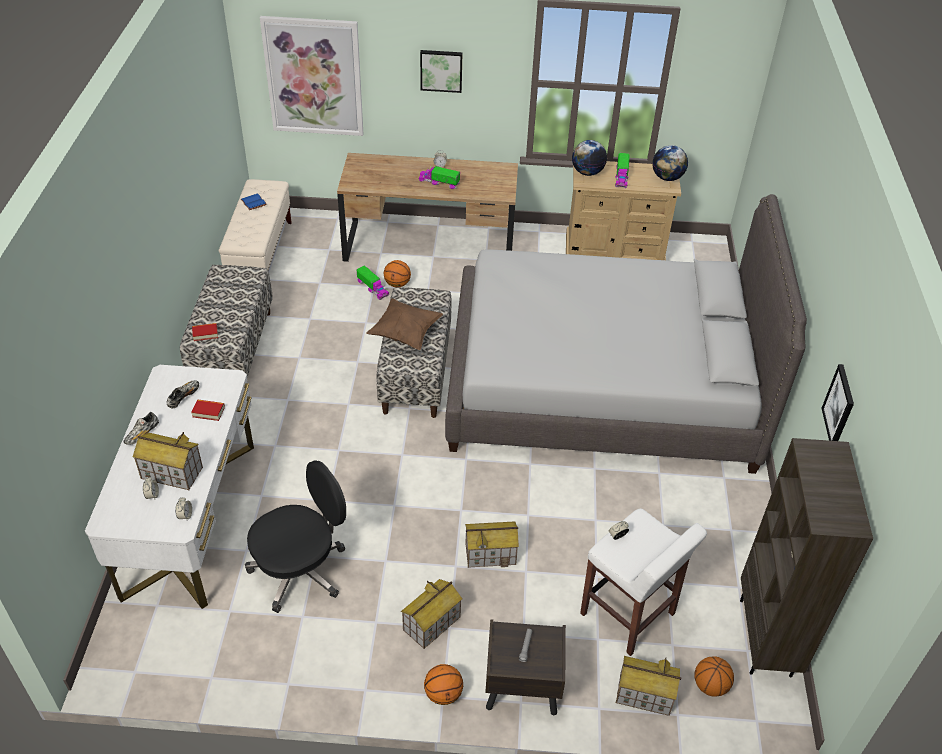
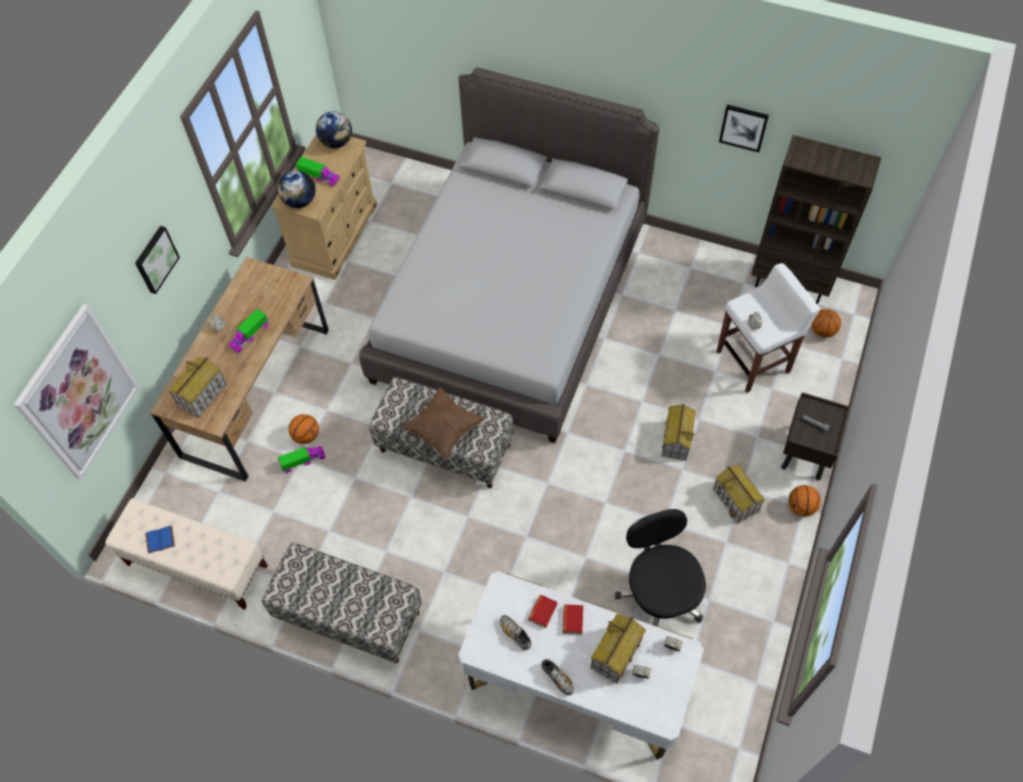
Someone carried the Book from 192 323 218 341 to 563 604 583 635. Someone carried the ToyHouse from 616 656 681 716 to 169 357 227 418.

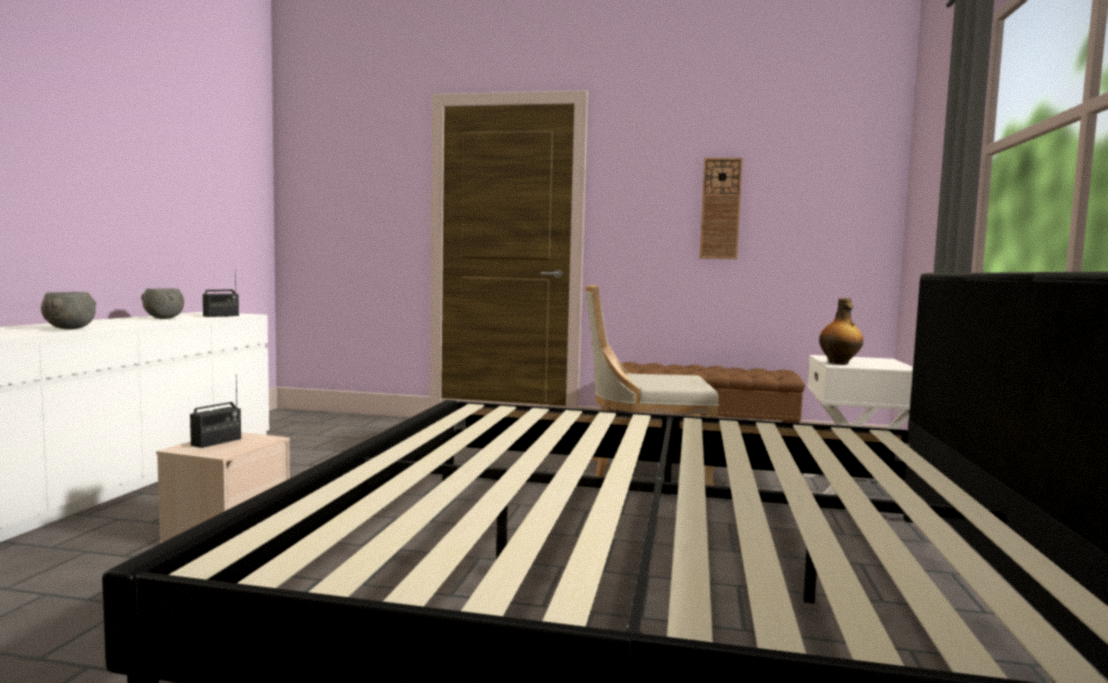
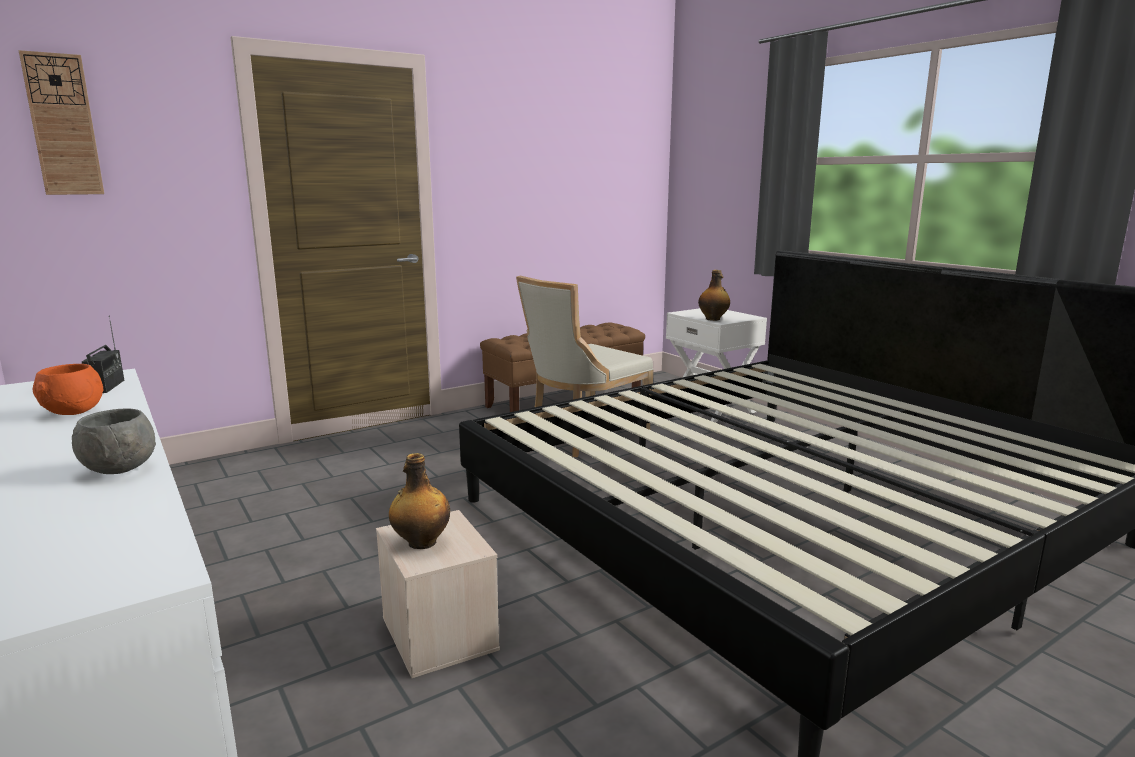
Someone carried the WallClock from 700 158 743 259 to 18 50 104 195. Someone repainted the GreyBowl at 141 288 184 319, which became the OrangeBowl at 33 364 103 415. Someone swapped the Radio at 190 374 241 448 for the Bottle at 389 453 450 549.

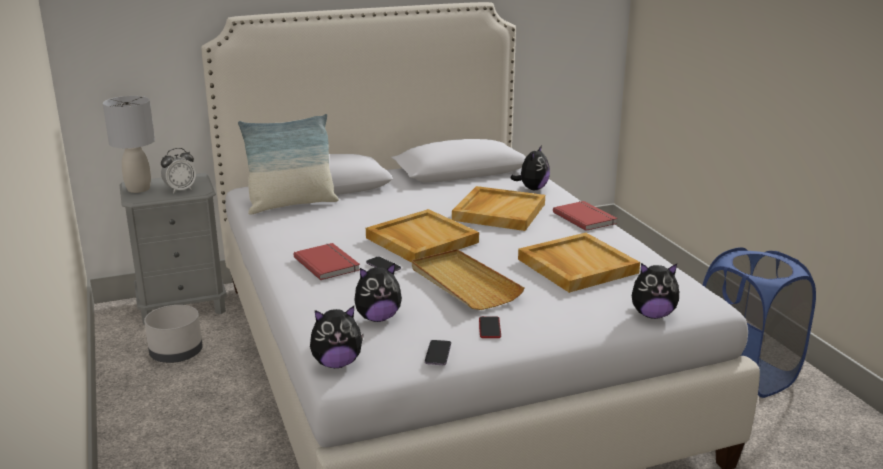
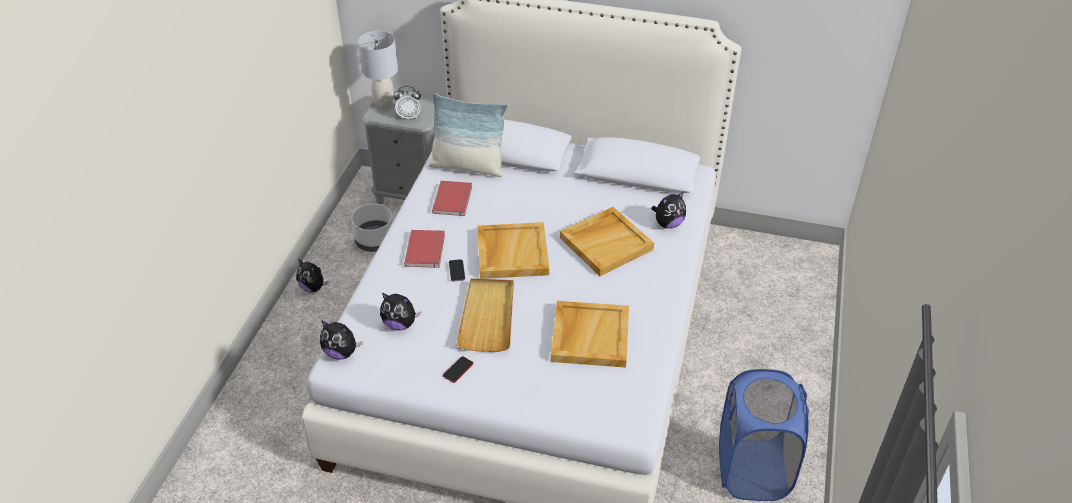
Someone carried the RedBook from 553 201 617 231 to 432 181 472 216. Someone carried the PlushToy from 632 263 680 319 to 296 259 328 292. Someone took away the Phone at 425 340 451 365.

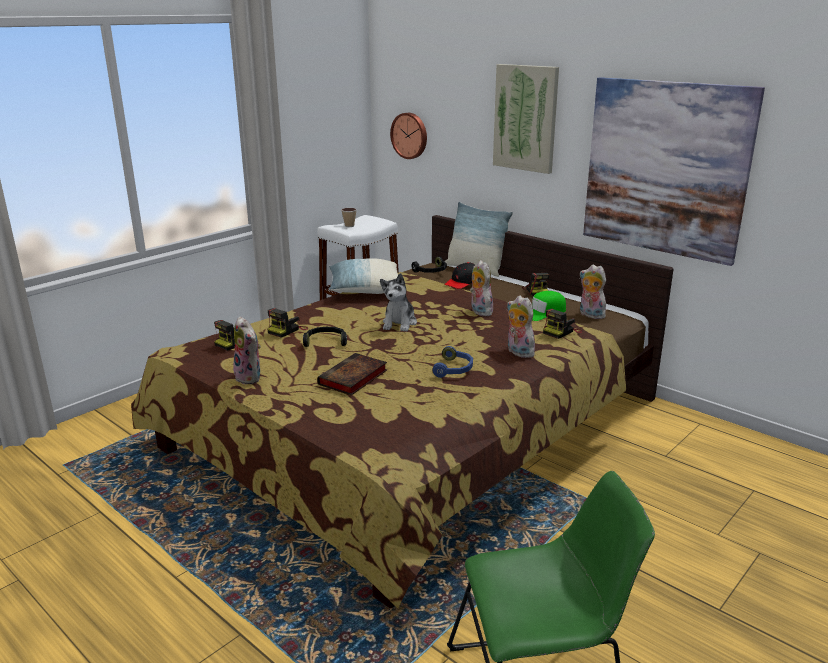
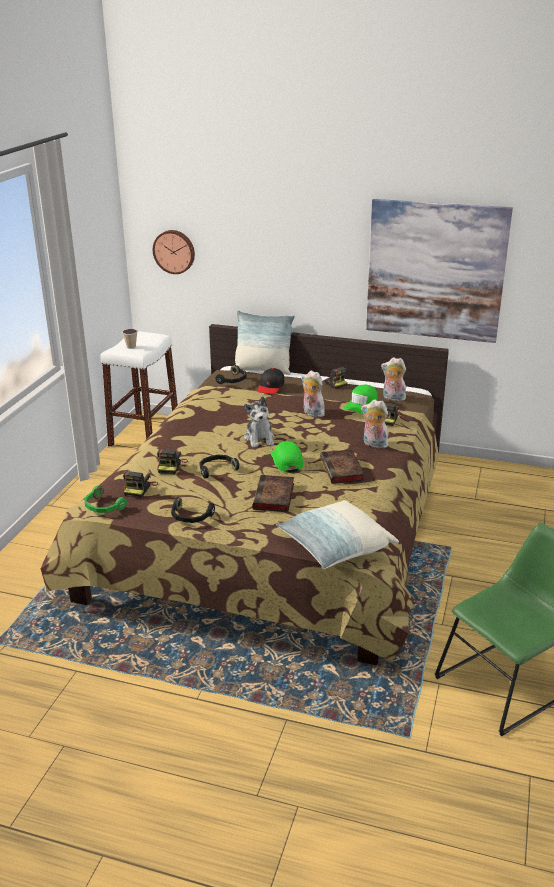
Someone took away the Picture at 493 64 559 174. Someone carried the Pillow from 329 258 398 294 to 276 500 399 569. Someone swapped the PlushToy at 232 316 261 384 for the BlackHeadphones at 171 497 215 523. Someone swapped the BlueHeadphones at 433 346 473 378 for the Book at 320 450 365 484. Someone put down the GreenCap at 270 441 303 472. Someone put down the GreenHeadphones at 85 486 127 513.

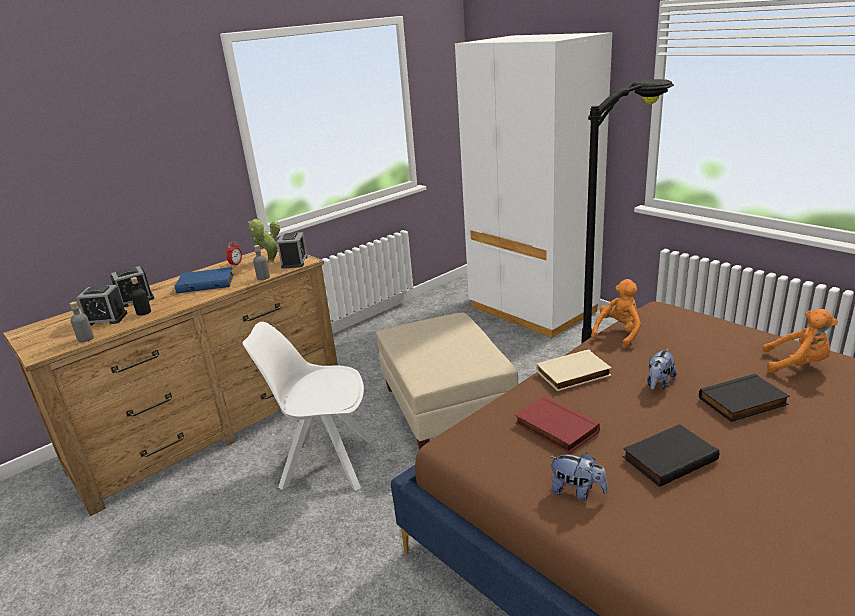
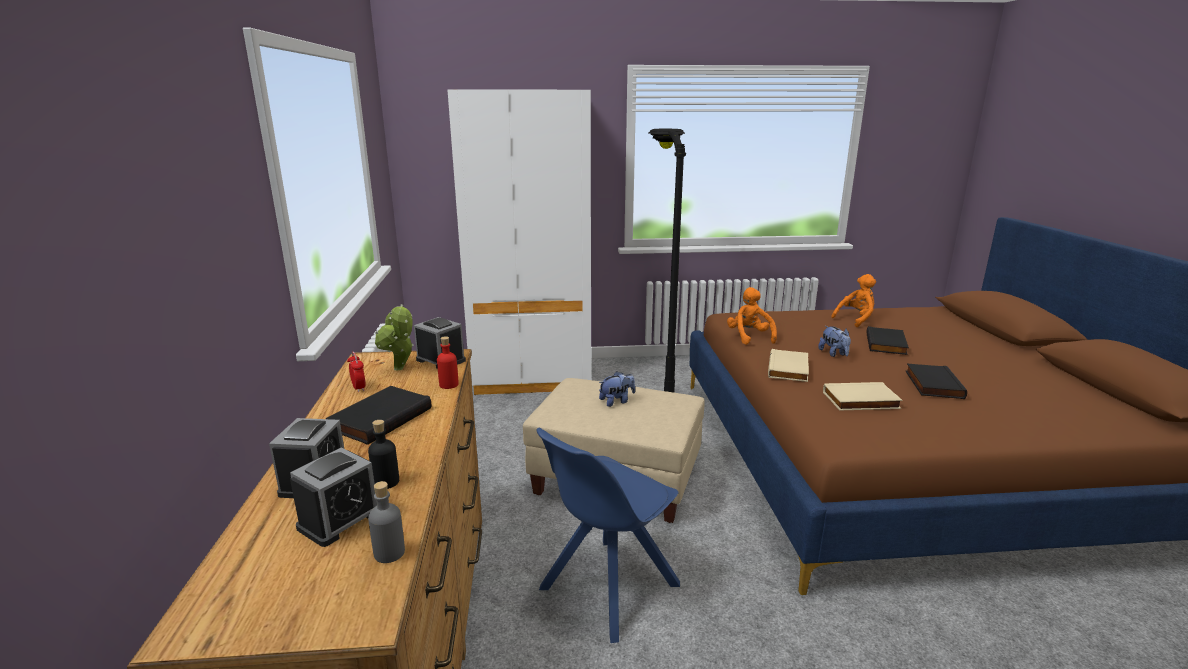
Someone repainted the GreyBottle at 253 245 270 280, which became the RedBottle at 437 336 459 389. Someone repainted the BlueBook at 175 267 234 293, which became the BlackBook at 326 386 432 445. Someone repainted the WhiteChair at 242 322 375 491, which became the BlueChair at 537 428 680 643. Someone repainted the RedBook at 515 396 600 454, which became the BeigeBook at 823 382 903 410. Someone carried the PlushToy from 549 452 608 501 to 599 371 635 407.

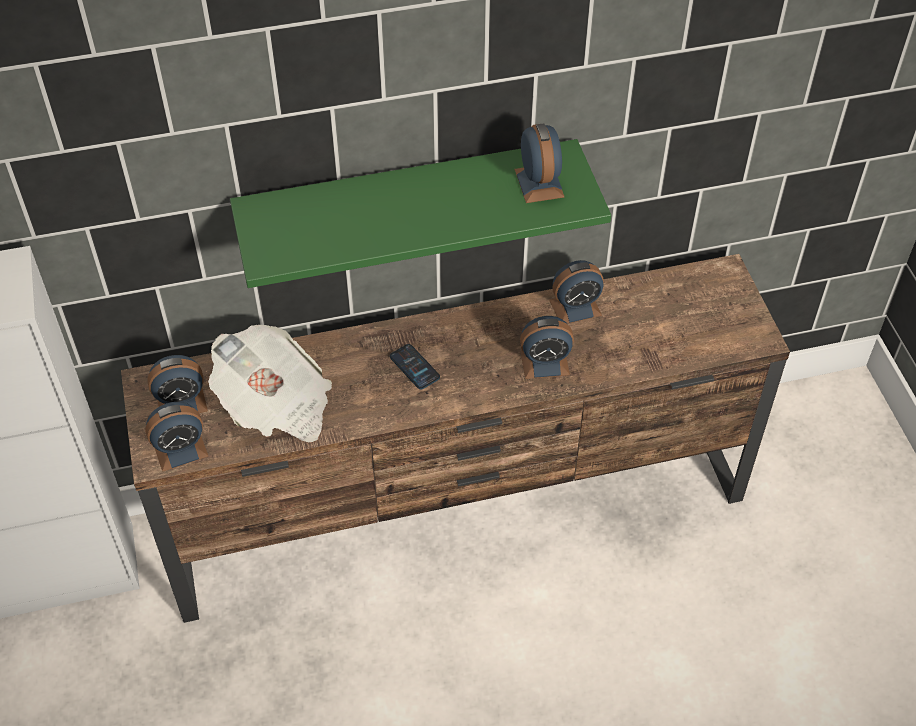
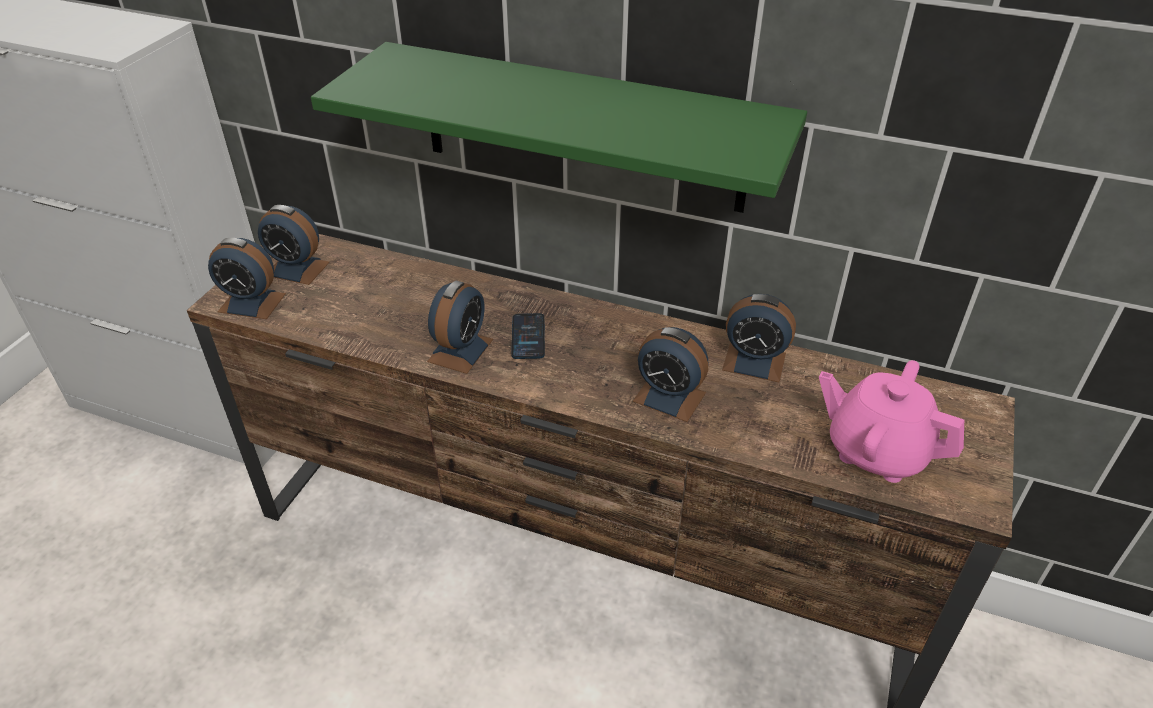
Someone carried the AlarmClock from 514 123 564 203 to 427 281 493 374. Someone took away the Newspaper at 208 325 332 442. Someone put down the PinkTeapot at 819 360 964 483.

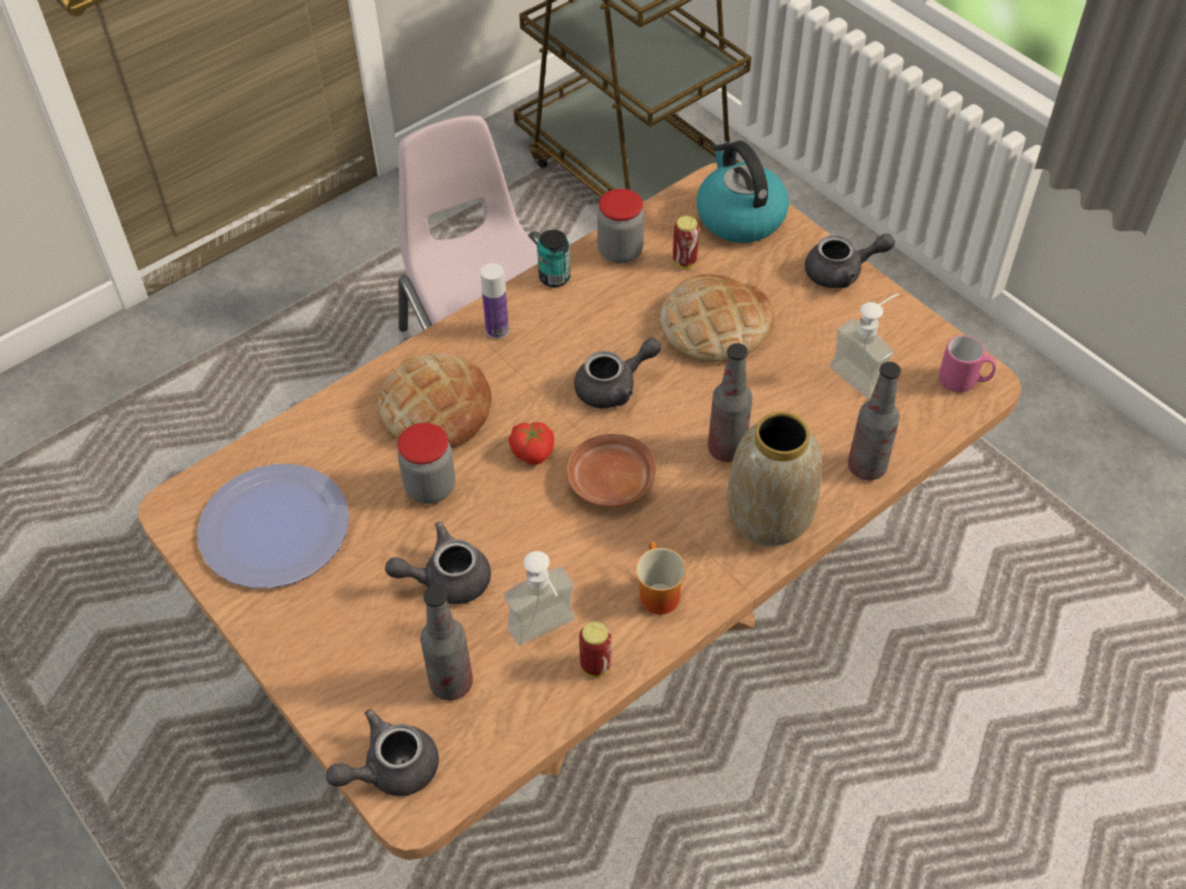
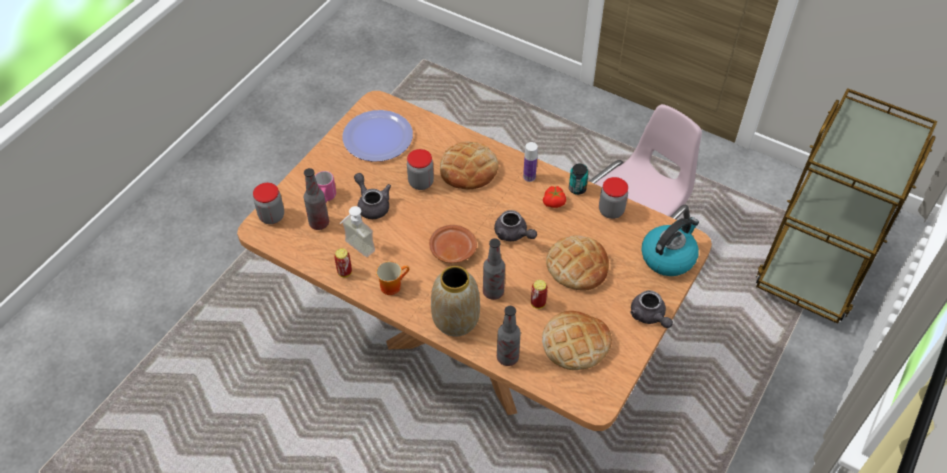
Someone carried the Can from 673 216 699 268 to 531 280 548 309. Someone swapped the SoapDispenser at 830 293 899 400 for the Bread at 542 311 612 370. Someone carried the PinkMug from 939 335 996 393 to 315 171 336 203. Someone carried the Tomato from 509 422 554 465 to 543 186 566 208. Someone swapped the GreyTeapot at 326 709 439 796 for the Jar at 253 183 284 224.

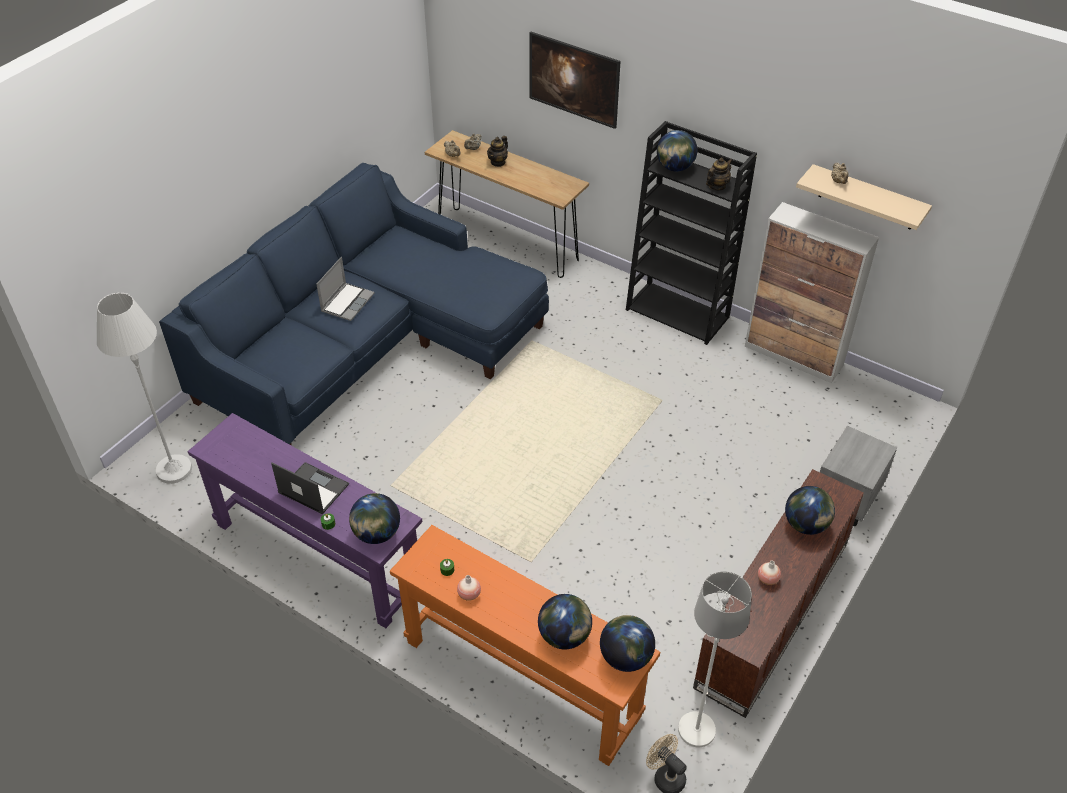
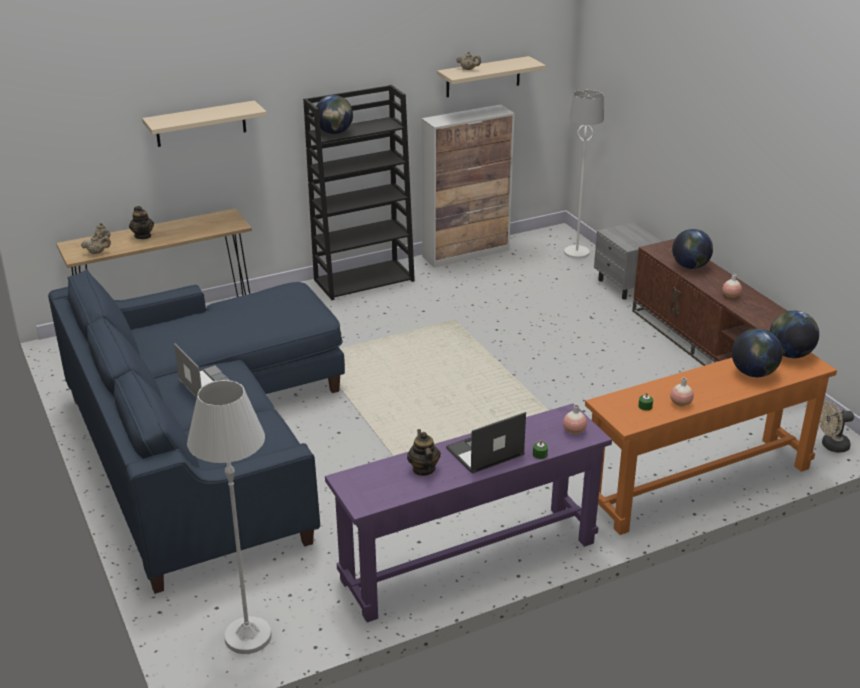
Someone swapped the Picture at 529 32 621 129 for the BeigeShelf at 142 100 267 147. Someone carried the Teapot from 706 157 732 190 to 407 429 441 476. Someone swapped the Globe at 349 493 400 544 for the Vase at 563 404 587 434. Someone carried the WhiteFloorLamp from 678 571 752 747 to 564 89 604 259.

